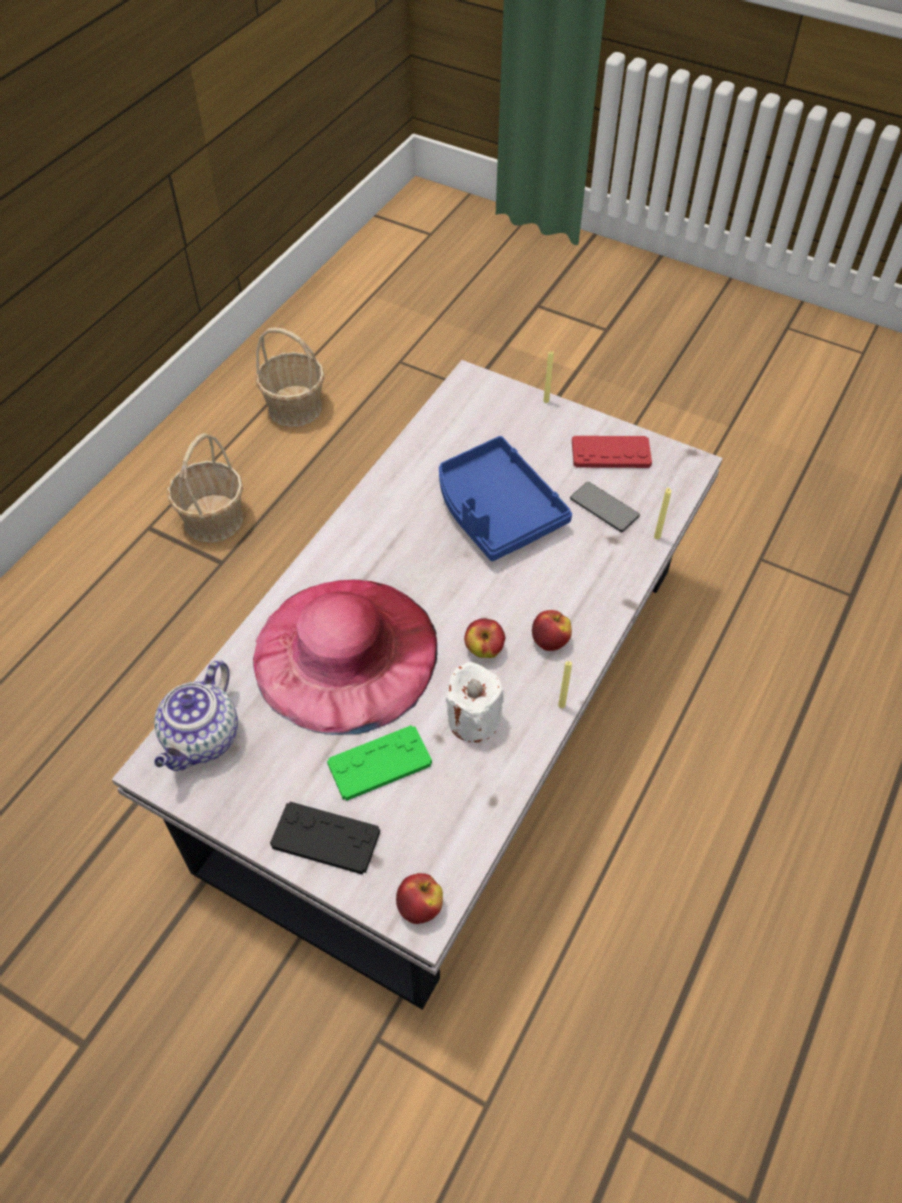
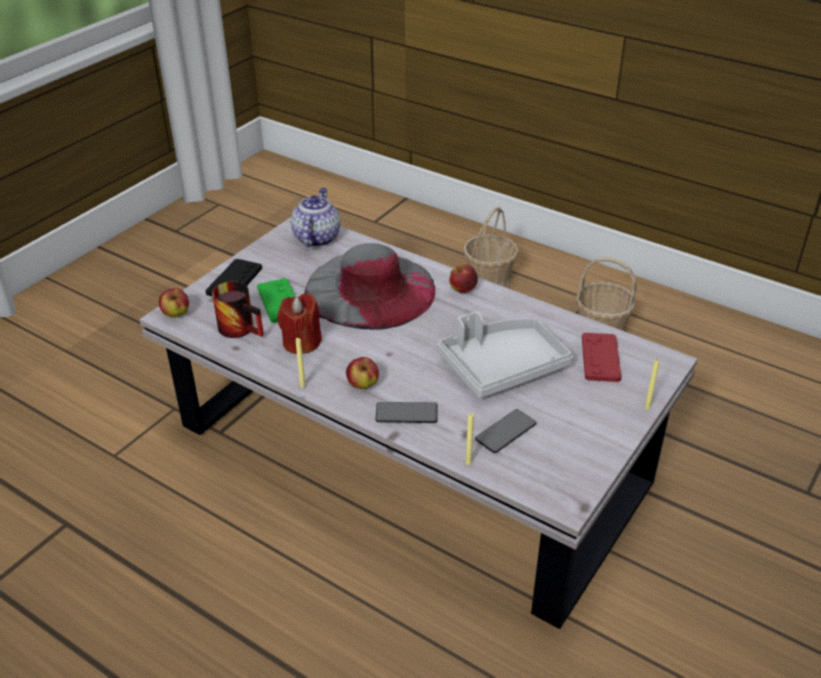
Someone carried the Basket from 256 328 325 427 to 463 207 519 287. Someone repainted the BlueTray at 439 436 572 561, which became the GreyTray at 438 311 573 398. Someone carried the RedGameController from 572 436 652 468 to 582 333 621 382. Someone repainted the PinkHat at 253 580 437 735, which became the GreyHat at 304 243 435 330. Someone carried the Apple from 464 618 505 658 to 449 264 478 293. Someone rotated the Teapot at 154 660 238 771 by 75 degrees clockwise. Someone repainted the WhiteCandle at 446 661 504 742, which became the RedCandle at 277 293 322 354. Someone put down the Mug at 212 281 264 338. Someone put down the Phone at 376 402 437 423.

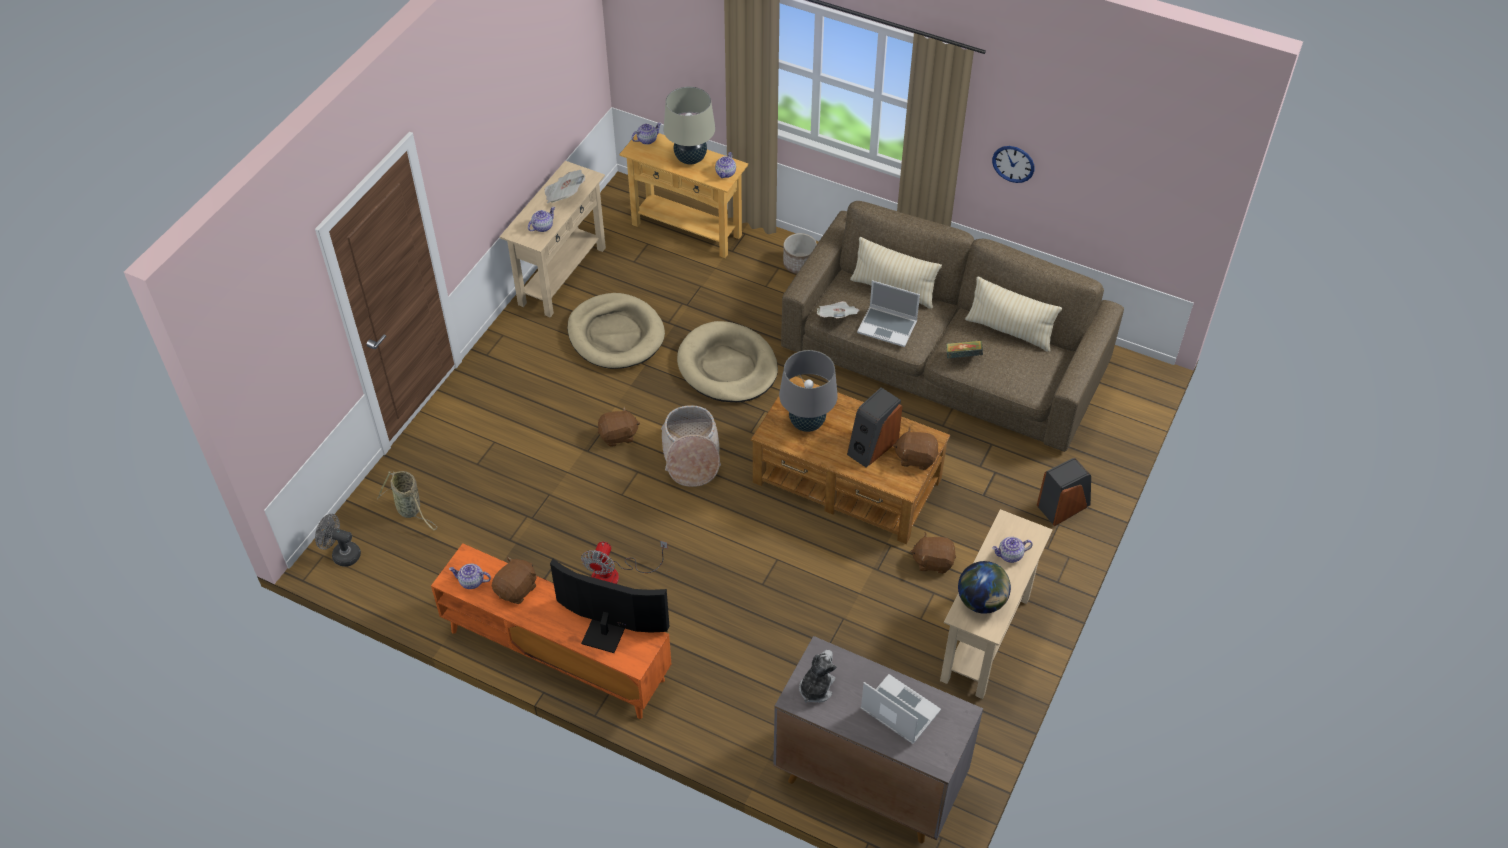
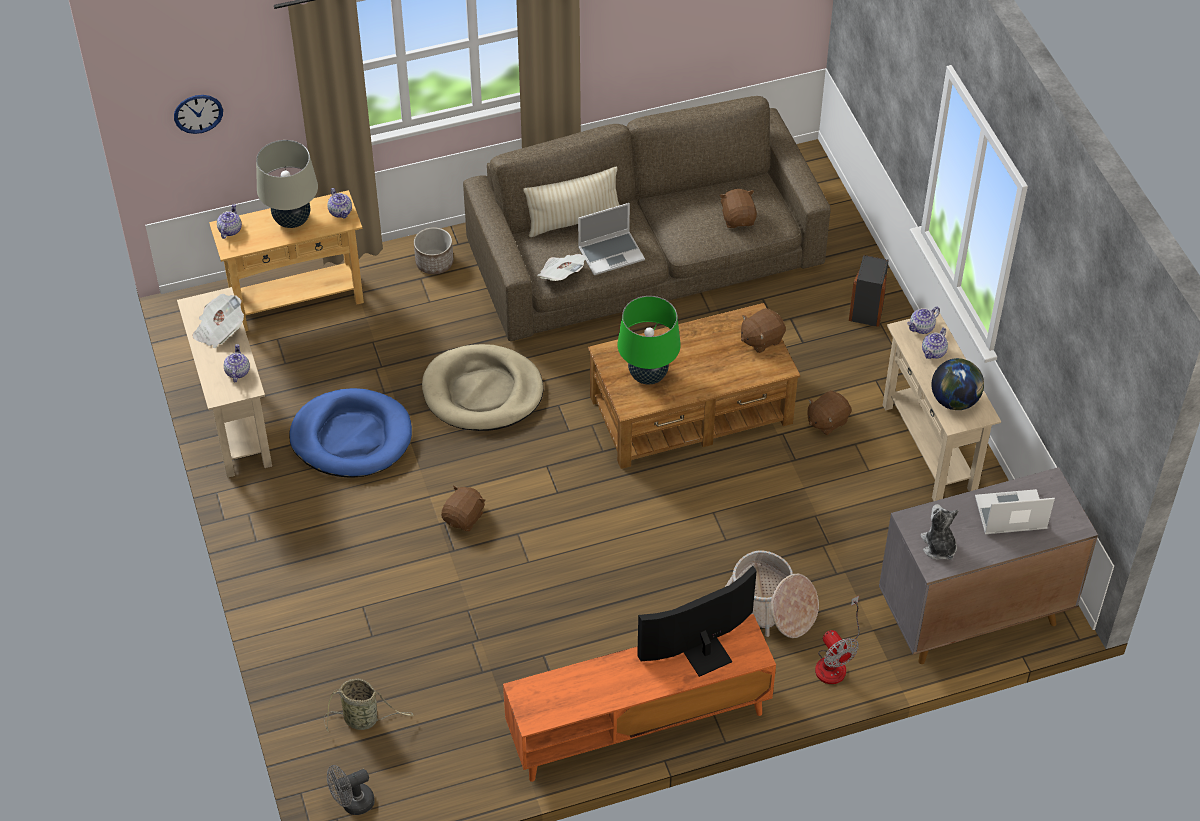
Someone carried the WallClock from 992 146 1034 183 to 174 95 223 134. Someone took away the BeigePillow at 965 276 1062 352. Someone repainted the BeigeDogBed at 567 293 665 369, which became the BlueDogBed at 289 388 412 478. Someone took away the Book at 946 340 983 359. Someone repainted the GreyTableLamp at 779 350 838 432, which became the GreenTableLamp at 617 296 681 384. Someone took away the Speaker at 847 387 902 468. Someone carried the Basket from 661 405 721 487 to 725 551 819 638. Someone carried the Fan from 581 541 668 584 to 815 596 860 684. Someone carried the BrownPlushToy from 492 556 537 604 to 719 189 757 228. Someone carried the Teapot from 449 564 491 589 to 907 306 940 334.

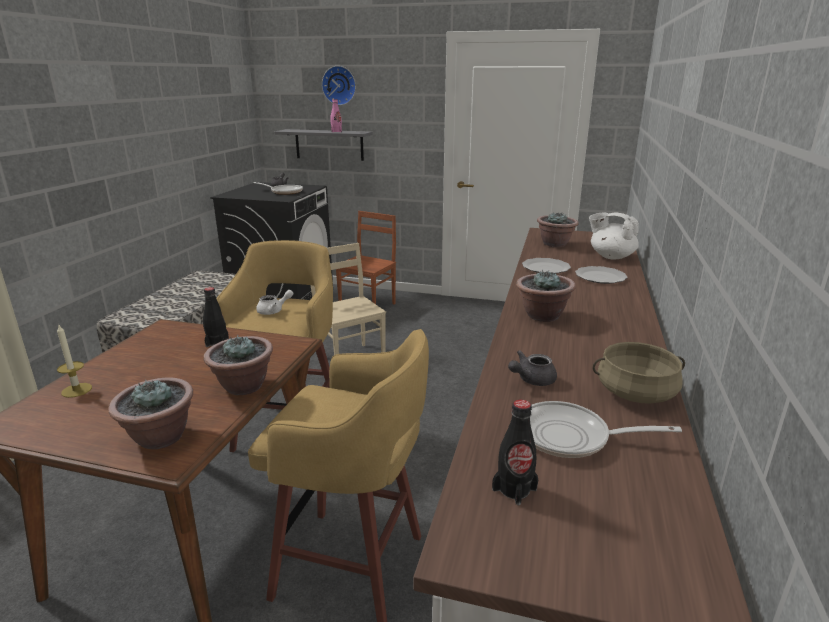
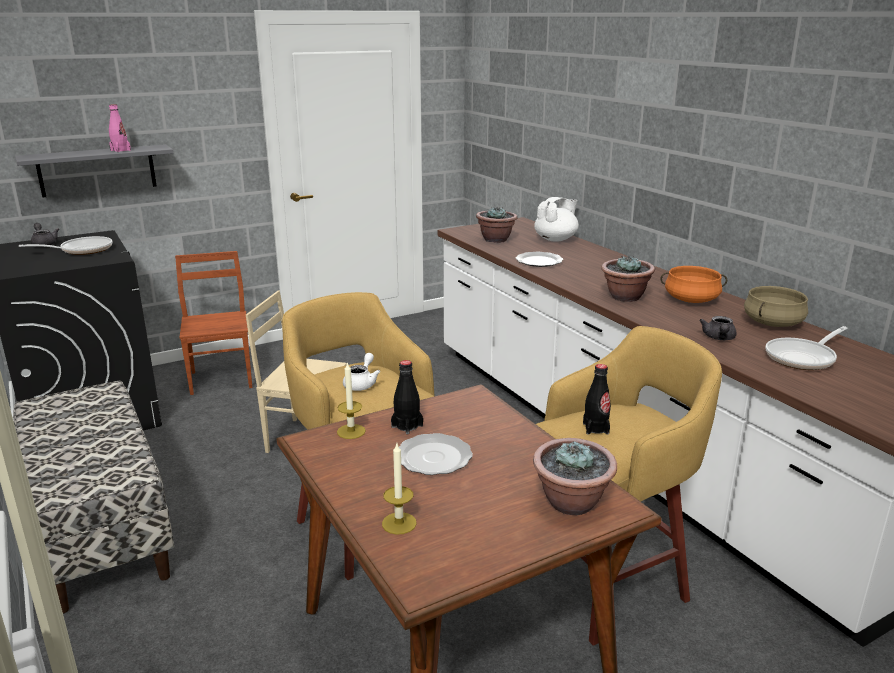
Someone took away the WallClock at 322 66 356 105. Someone rotated the WhiteTeapot at 589 213 639 259 by 150 degrees clockwise. Someone carried the Plate from 575 266 628 284 to 399 433 473 475. Someone took away the PottedPlant at 204 335 273 395. Someone carried the BlackBottle from 492 399 538 505 to 583 364 611 435. Someone put down the OrangeCookingPot at 660 266 727 303. Someone put down the Candle at 337 362 366 439.

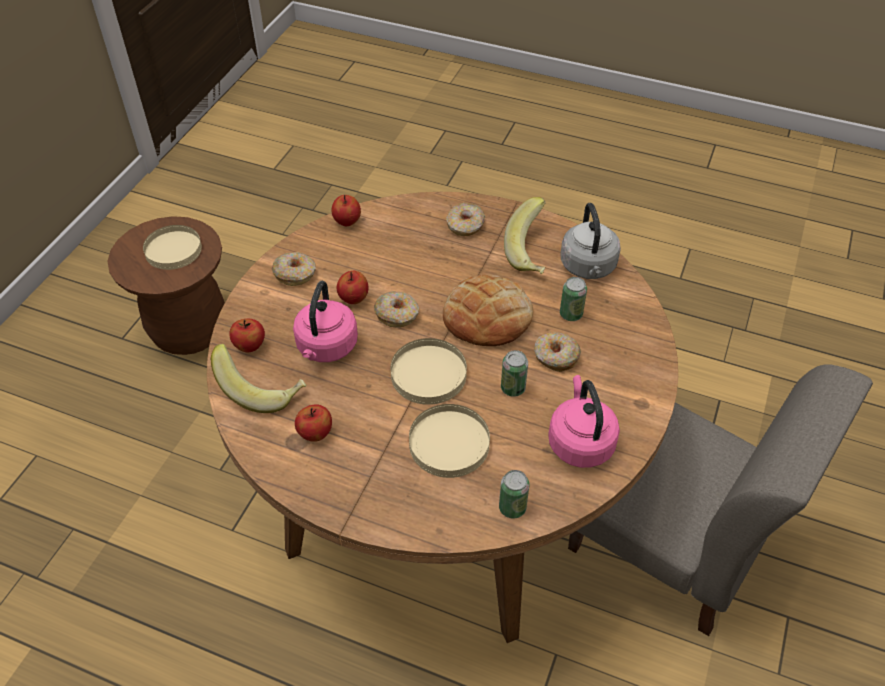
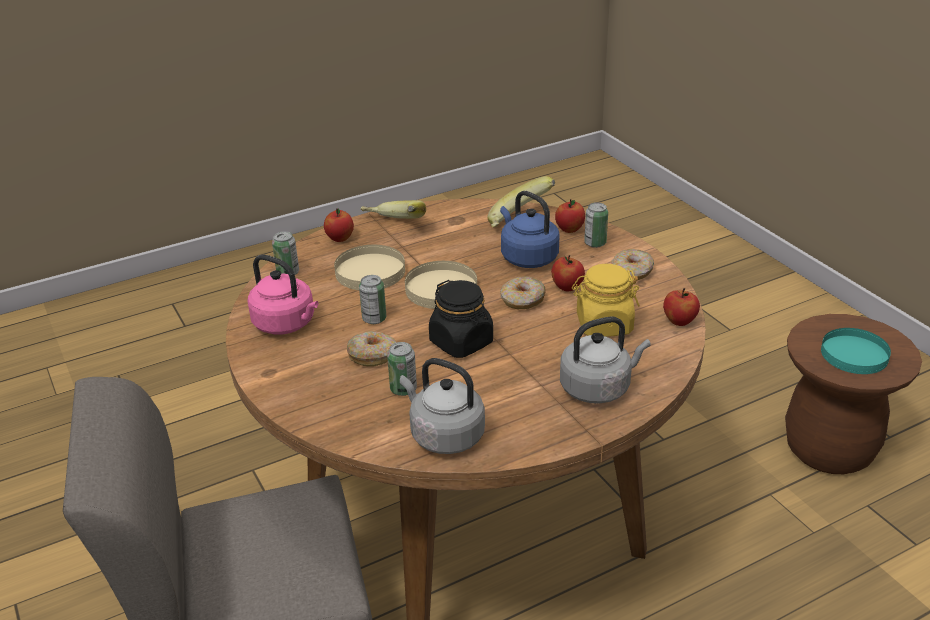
Someone carried the Banana from 504 197 546 274 to 361 200 426 219. Someone swapped the Donut at 446 203 485 236 for the GreyKettle at 560 316 651 403. Someone repainted the BeigePlate at 143 225 202 270, which became the TurquoisePlate at 821 328 891 374. Someone swapped the Bread at 443 274 533 346 for the BlackJar at 429 280 493 358. Someone repainted the PinkKettle at 293 281 358 362, which became the BlueKettle at 500 191 559 268. Someone carried the Apple from 295 404 332 442 to 324 208 354 242. Someone put down the Can at 584 202 608 248. Someone put down the YellowJar at 572 264 640 337.

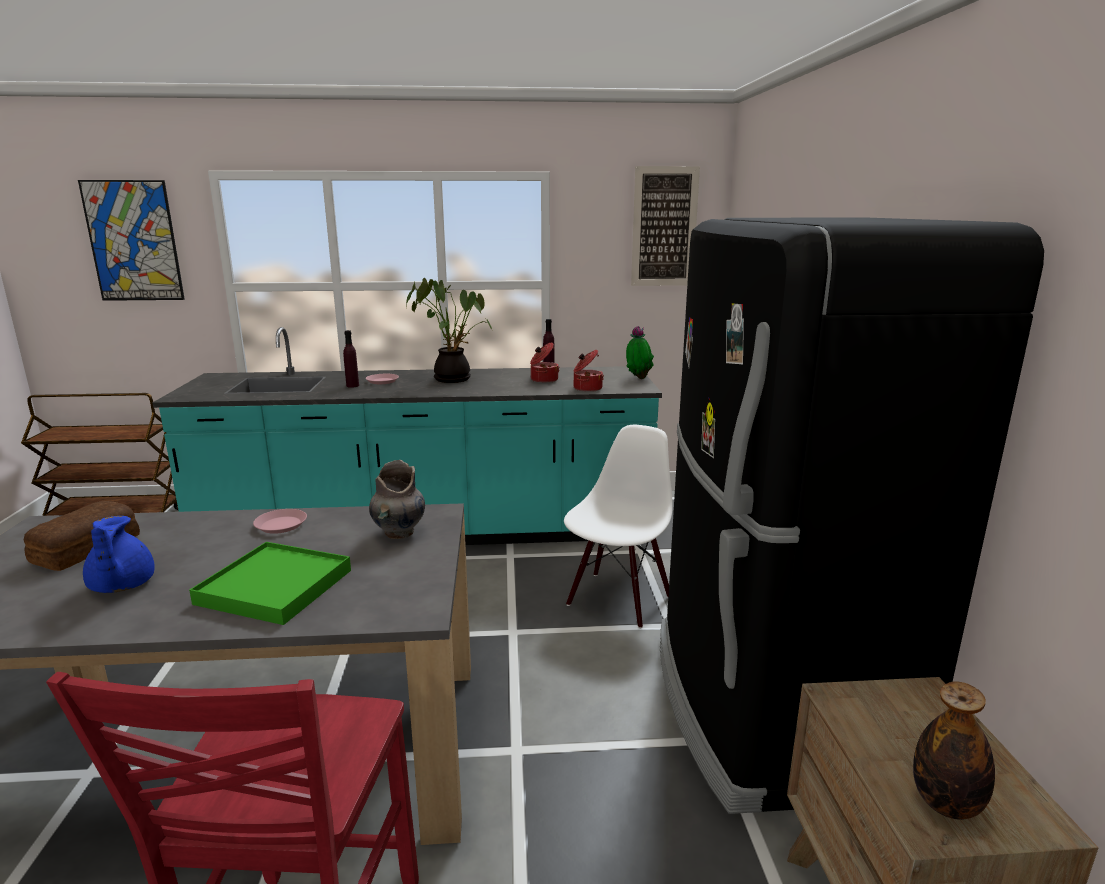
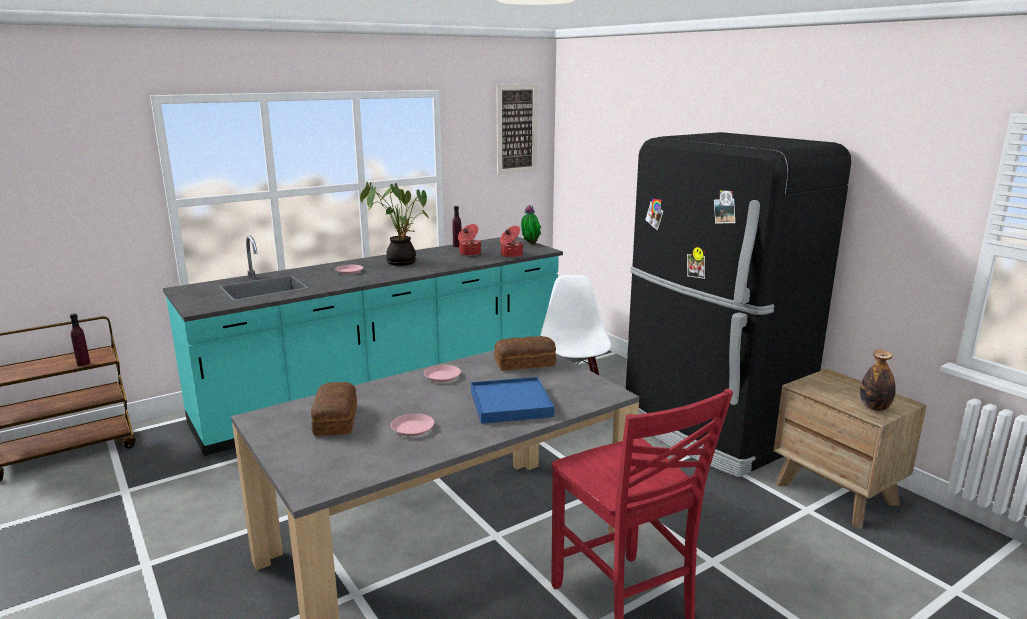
Someone took away the Picture at 78 180 185 301. Someone carried the PurpleBottle from 343 330 359 388 to 70 313 90 366. Someone swapped the GreyVase at 369 460 425 539 for the Bread at 494 336 556 371. Someone swapped the BlueTeapot at 83 516 155 593 for the PinkPlate at 391 413 434 436. Someone repainted the GreenTray at 189 542 351 625, which became the BlueTray at 471 377 554 424.

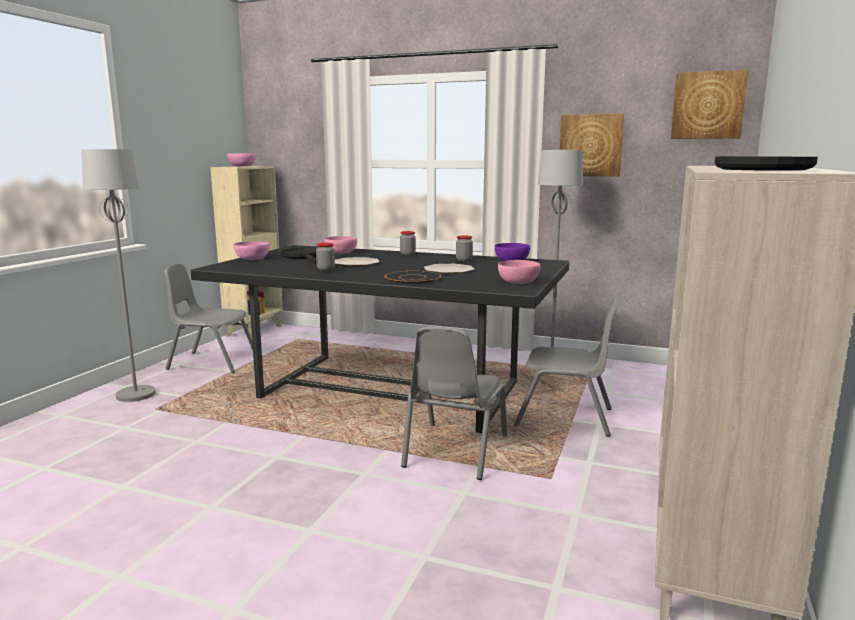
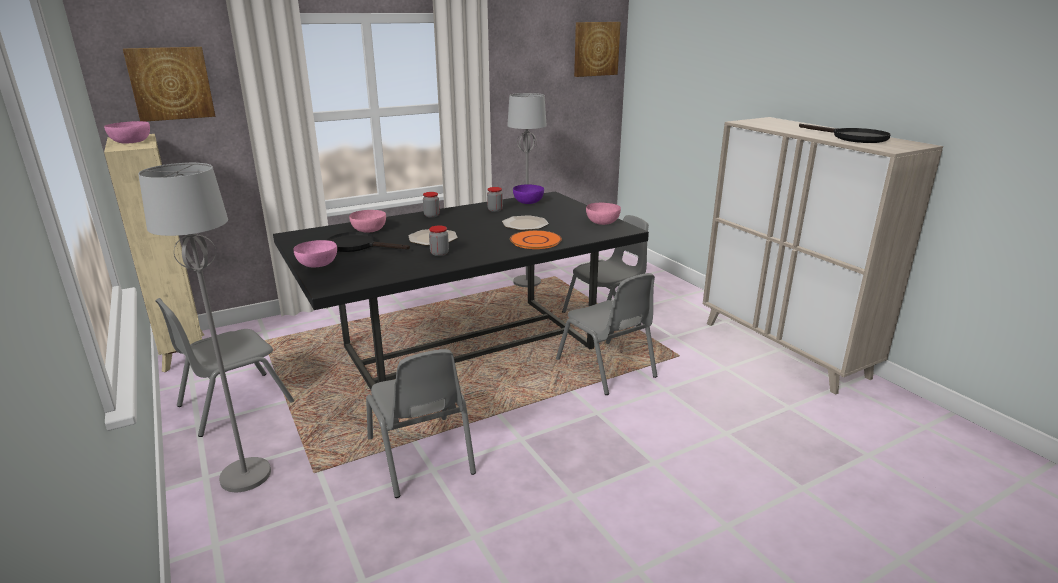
Someone carried the Picture from 560 114 624 176 to 123 47 216 122. Someone repainted the BlackPlate at 384 271 441 284, which became the OrangePlate at 510 230 562 249. Someone put down the GreyChair at 366 349 476 498.

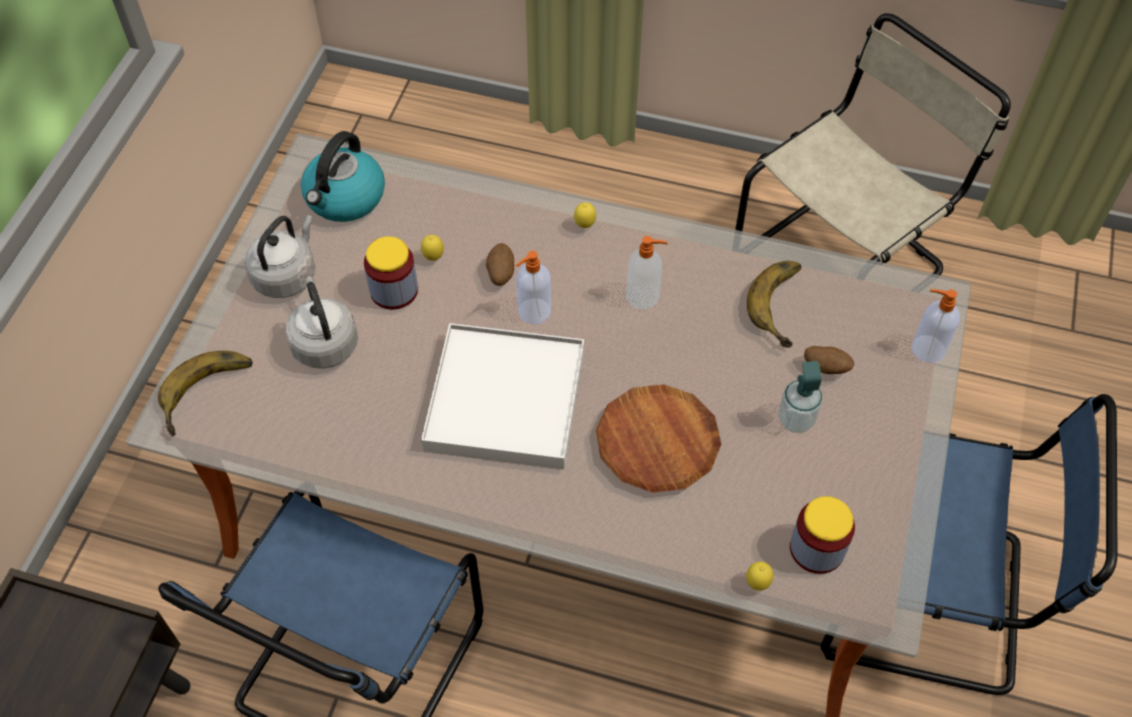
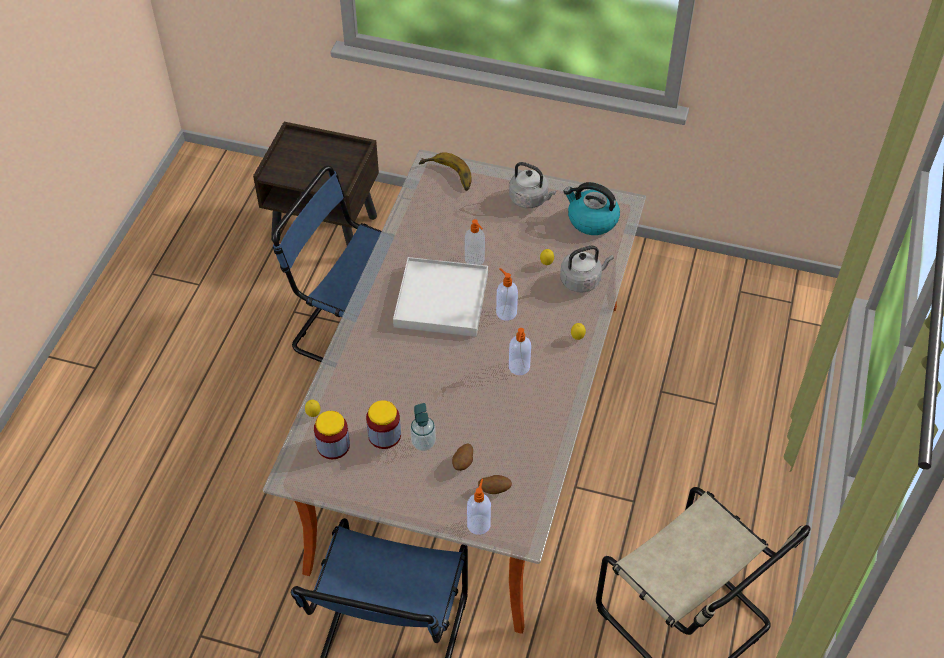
Someone carried the Jar from 364 236 418 309 to 366 400 401 449. Someone carried the Potato from 486 243 514 286 to 478 475 512 494. Someone took away the Banana at 747 261 801 348. Someone carried the GreyKettle from 285 276 358 369 to 560 246 614 293. Someone took away the BrownPlate at 596 384 721 493. Someone put down the SoapDispenser at 465 219 485 265.

